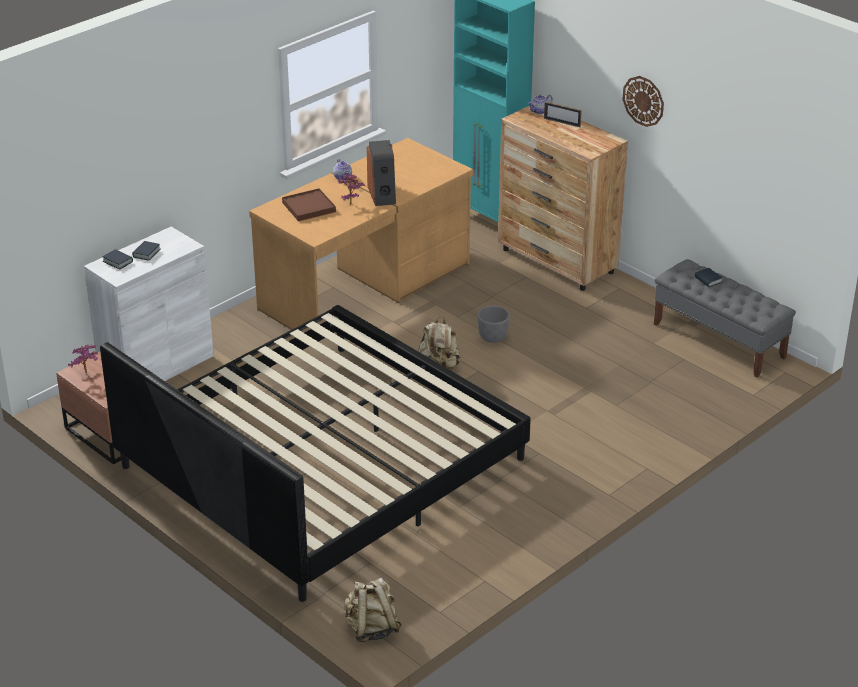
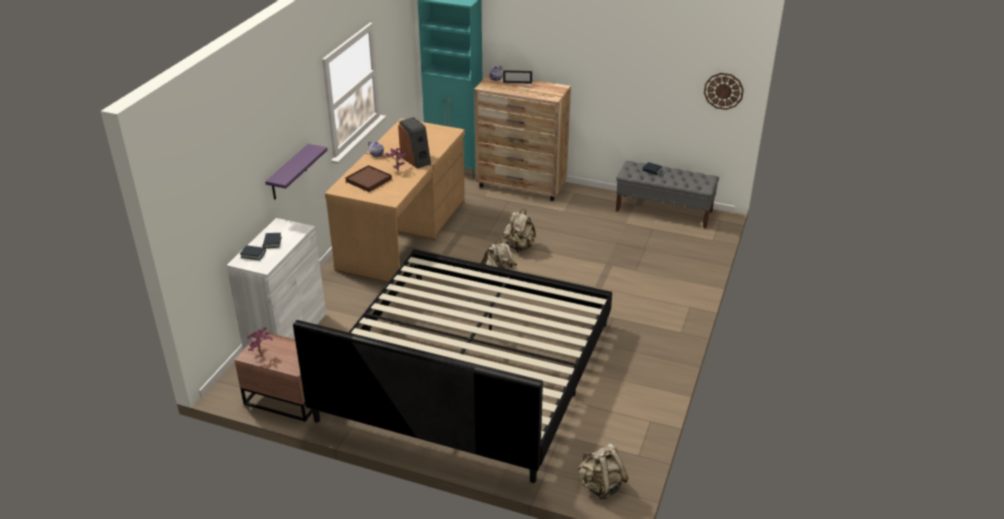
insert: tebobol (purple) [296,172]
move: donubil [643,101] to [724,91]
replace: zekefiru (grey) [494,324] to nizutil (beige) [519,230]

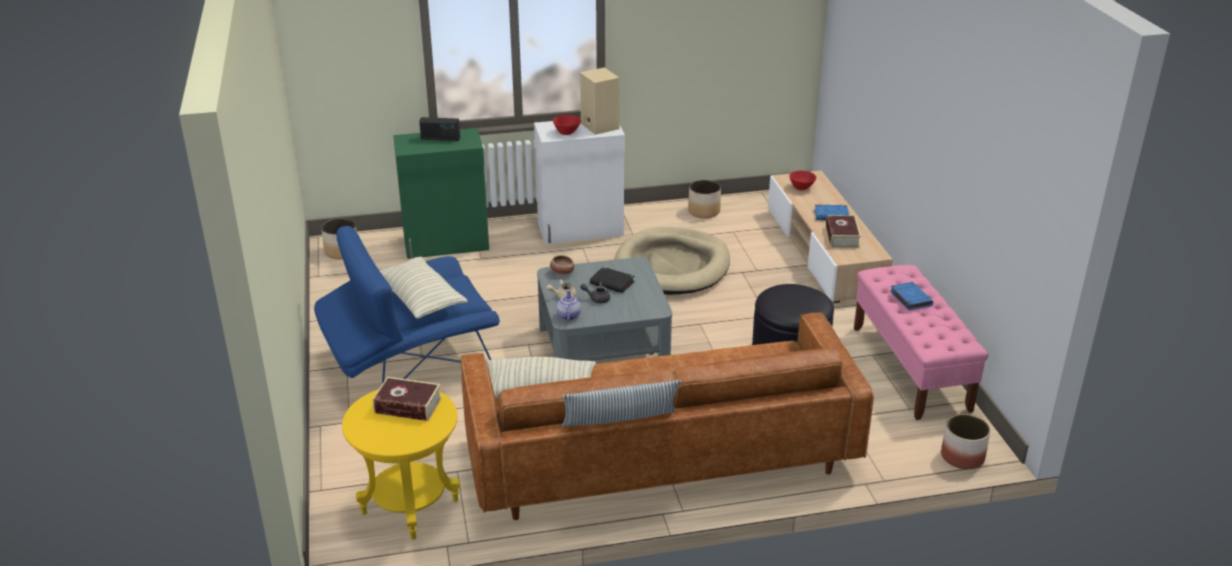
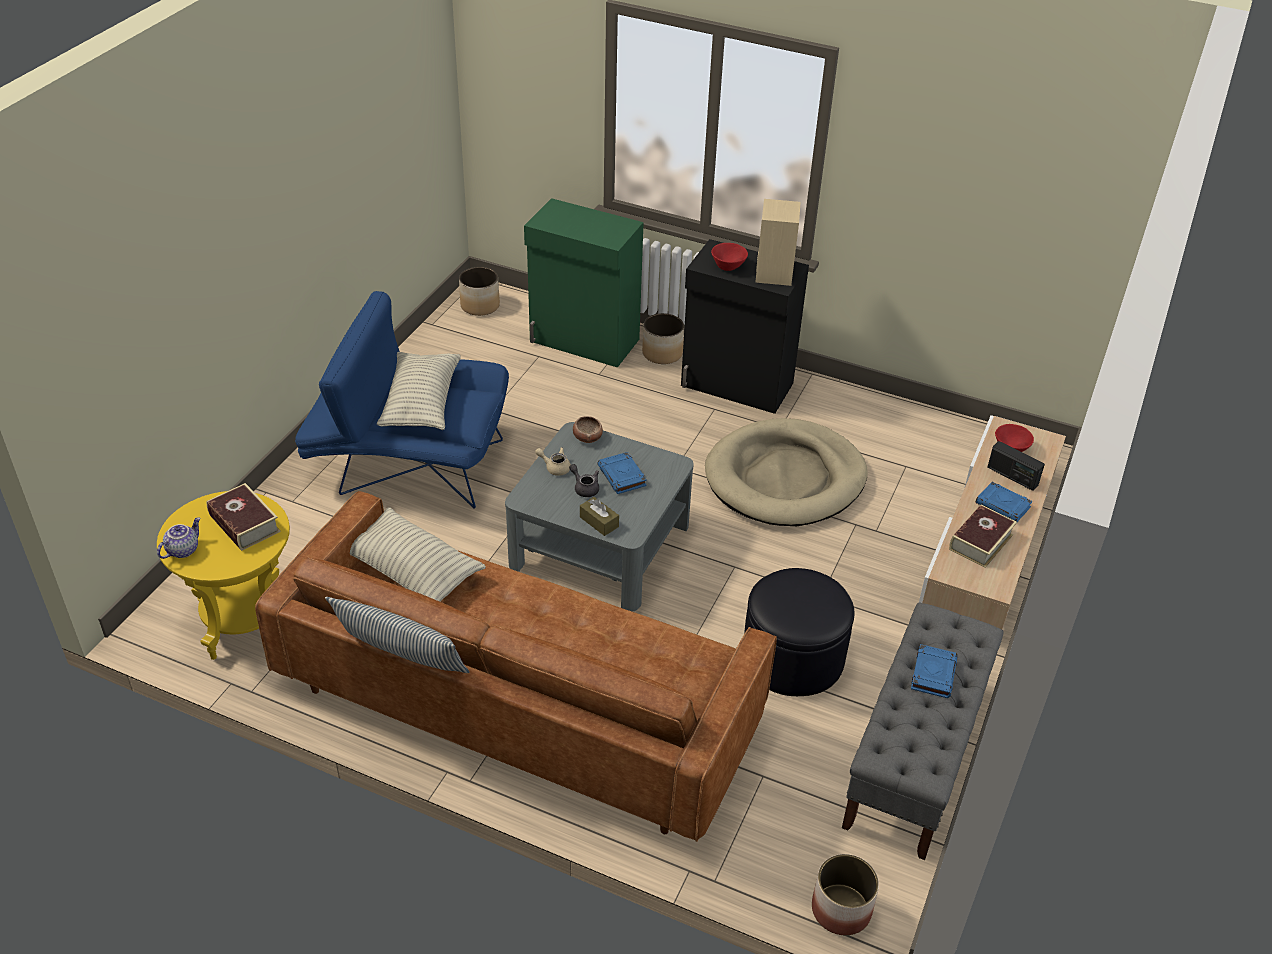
insert: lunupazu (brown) [599,516]
move: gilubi [439,129] to [1016,466]; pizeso [568,305] to [179,538]; zekefiru [704,199] to [663,338]
recolor: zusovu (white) [579,182] to zusovu (black) [745,326]; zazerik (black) [612,280] to zazerik (blue) [622,473]; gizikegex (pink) [921,342] to gizikegex (grey) [923,731]

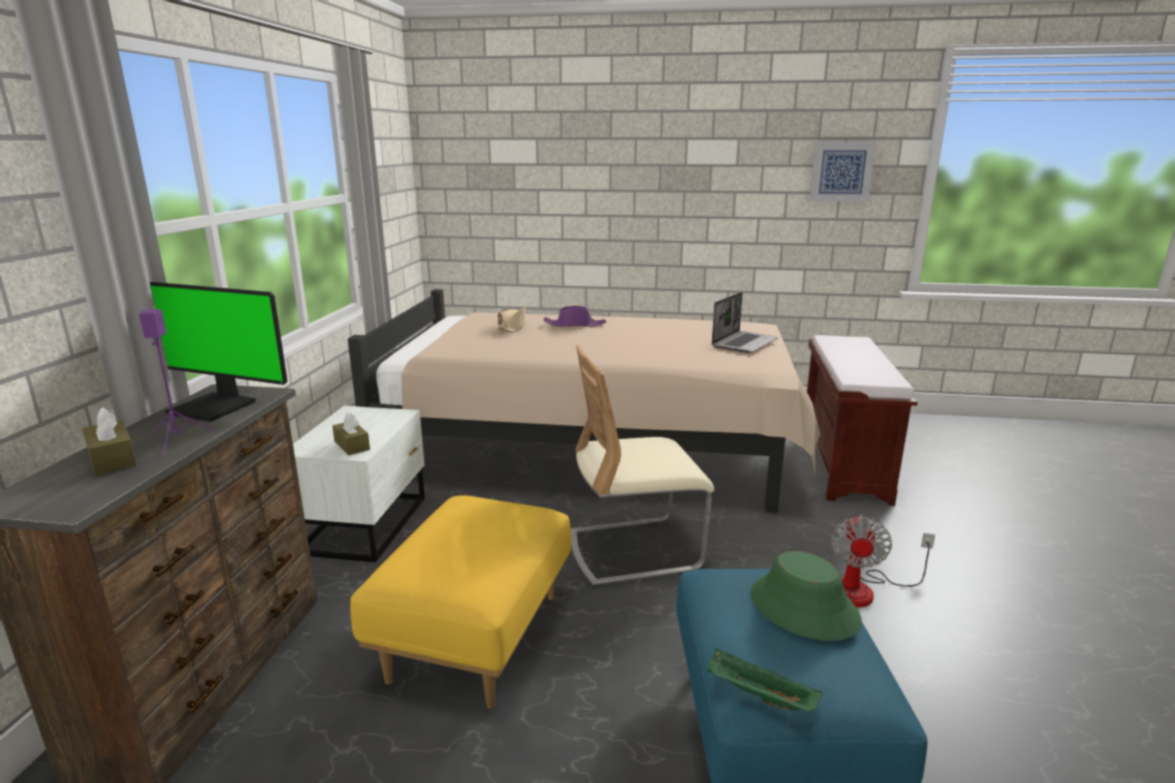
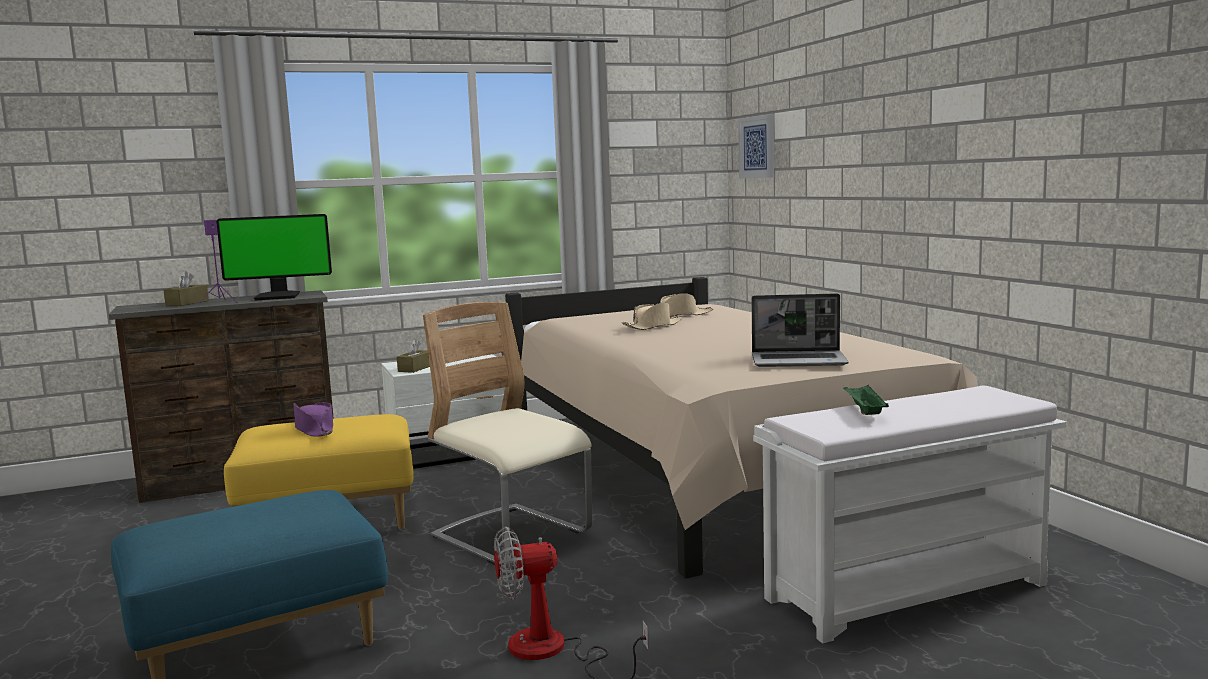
delete: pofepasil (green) [806,596]
insert: pofepasil (beige) [652,316]
move: pofepasil (purple) [575,316] to [313,419]; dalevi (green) [764,680] to [866,400]; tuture [842,172] to [756,146]
recolor: gizikegex (brown) [862,420] to gizikegex (white) [910,514]
rotate: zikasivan [219,352] = [274,257] 90 degrees counterclockwise

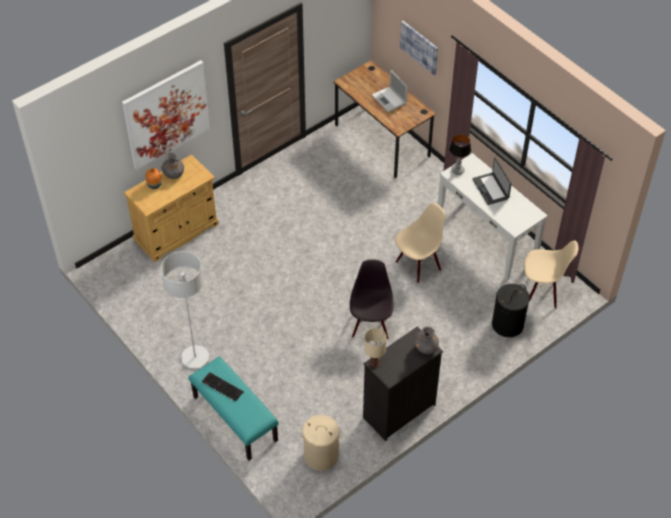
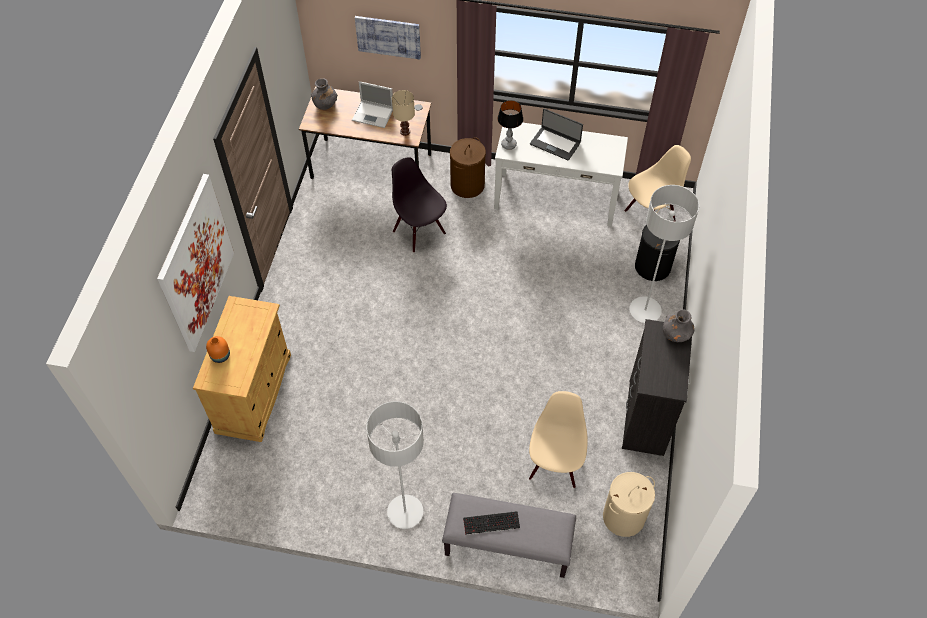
insert: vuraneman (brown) [468,167]; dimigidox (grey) [664,254]
move: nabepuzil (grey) [172,165] to [324,94]; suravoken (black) [371,299] to [419,205]; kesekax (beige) [376,348] to [403,113]; suravoken (beige) [420,243] to [558,439]
recolor: gizikegex (turquoise) [234,408] to gizikegex (grey) [509,535]

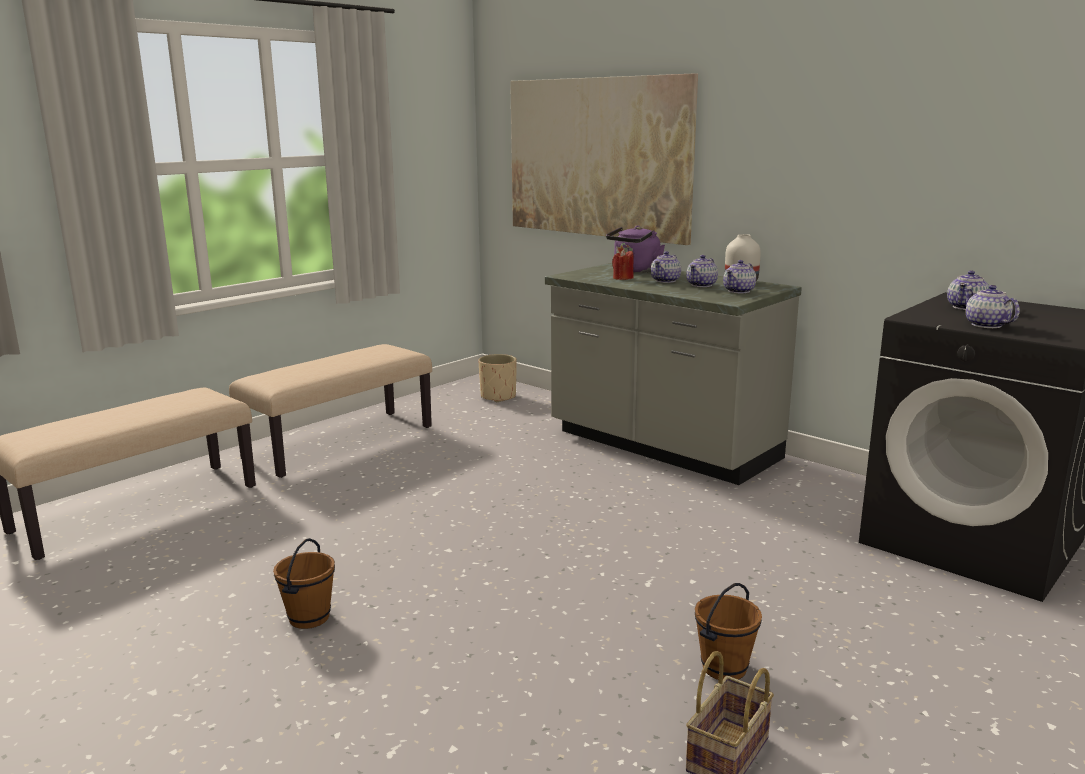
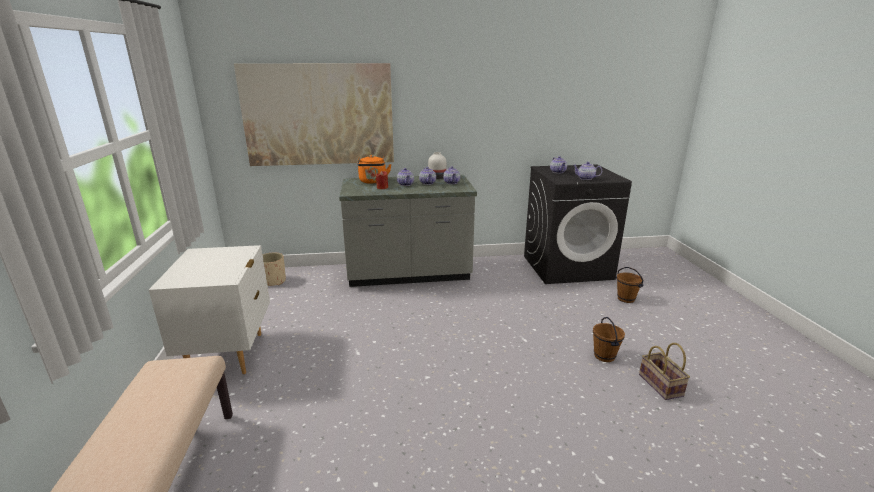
move: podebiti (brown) [304,583] to [630,285]
replace: gizikegex (beige) [330,411] to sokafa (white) [209,309]
recolor: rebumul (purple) [635,249] to rebumul (orange) [375,169]

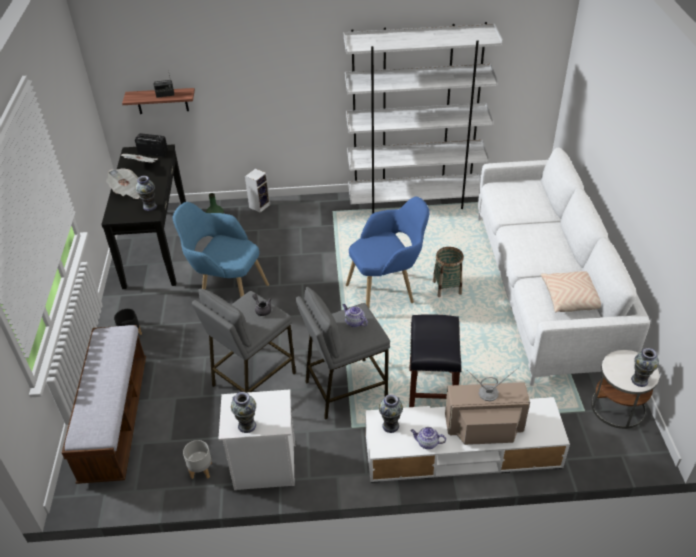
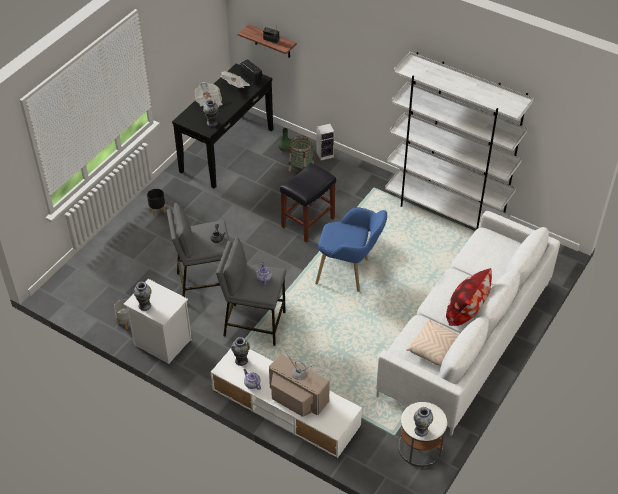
delete: gizikegex [104,404]; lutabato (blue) [221,253]
insert: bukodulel [469,297]
move: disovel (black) [435,360] to [308,203]; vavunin [448,272] to [301,154]

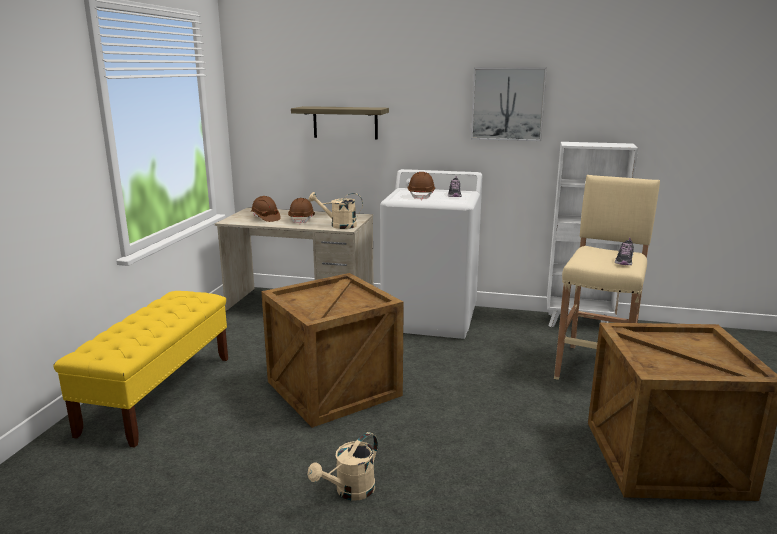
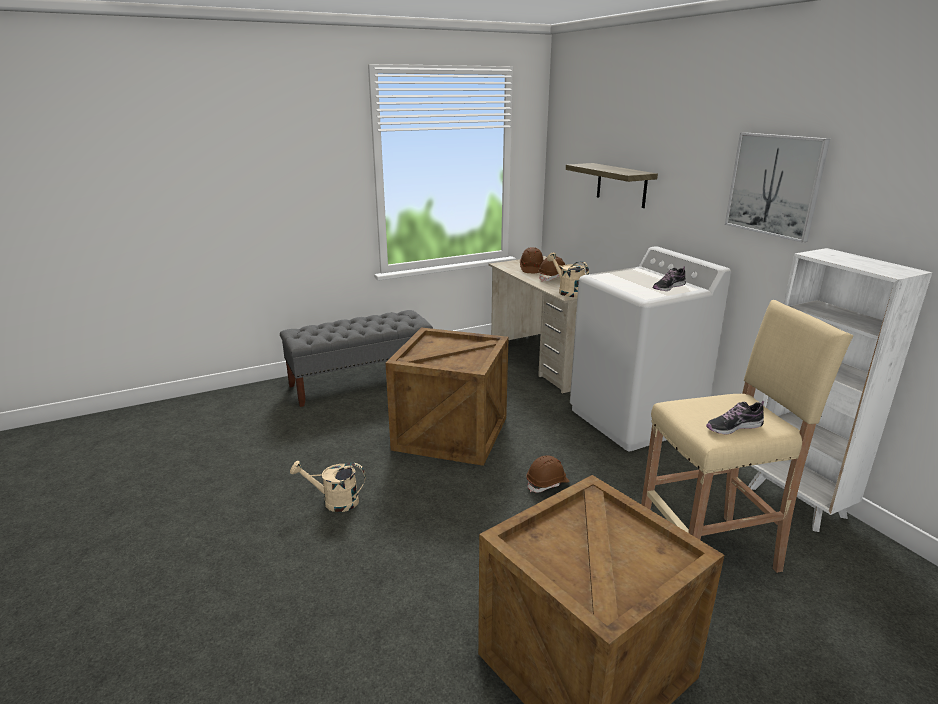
move: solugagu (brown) [422,186] to [548,474]
recolor: gizikegex (yellow) [141,369] to gizikegex (grey) [356,358]

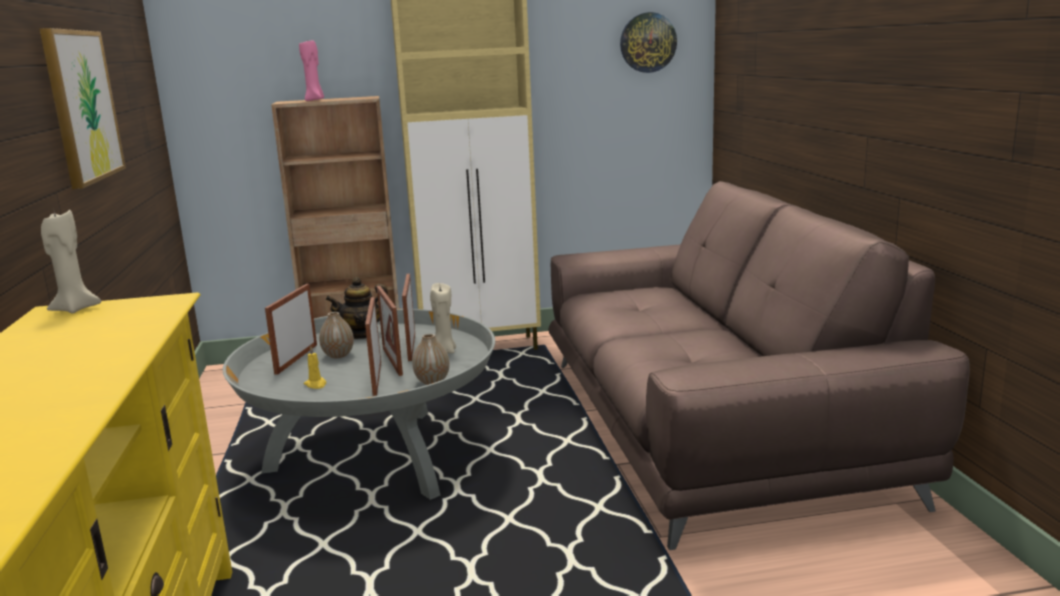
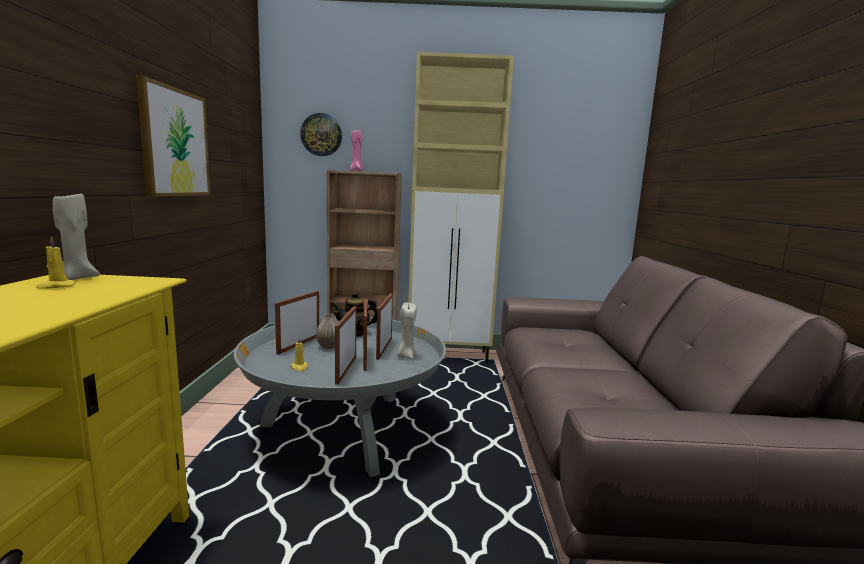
delete: nabepuzil [431,359]
insert: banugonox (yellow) [55,263]
move: donubil [648,42] to [321,134]

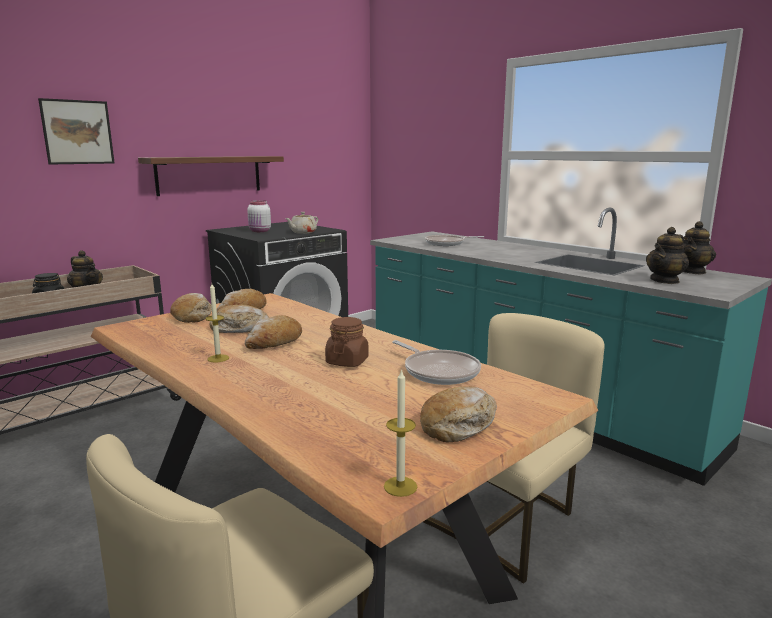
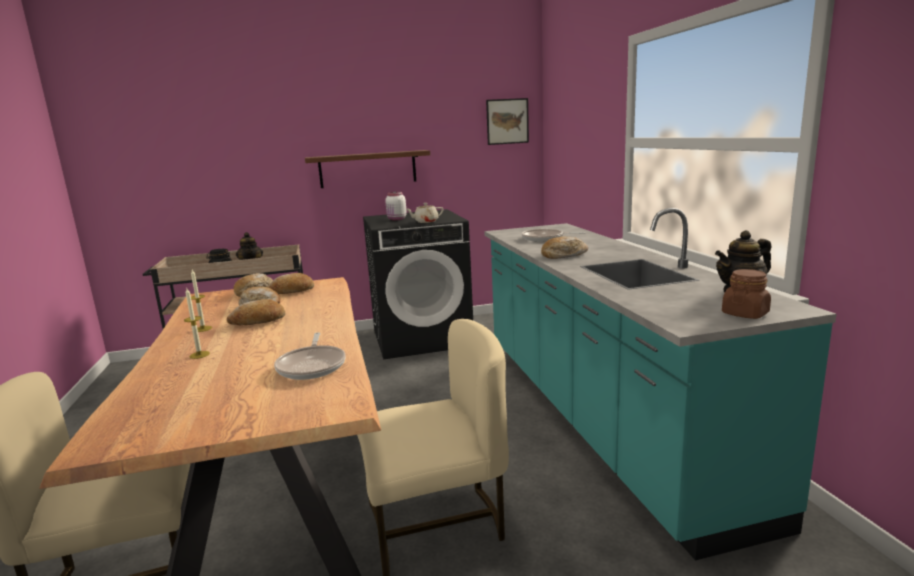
delete: pizeso [667,255]
move: tuture [76,131] to [507,121]; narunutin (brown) [347,342] to [746,294]; banugonox [400,433] to [197,323]; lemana [458,414] to [564,248]

